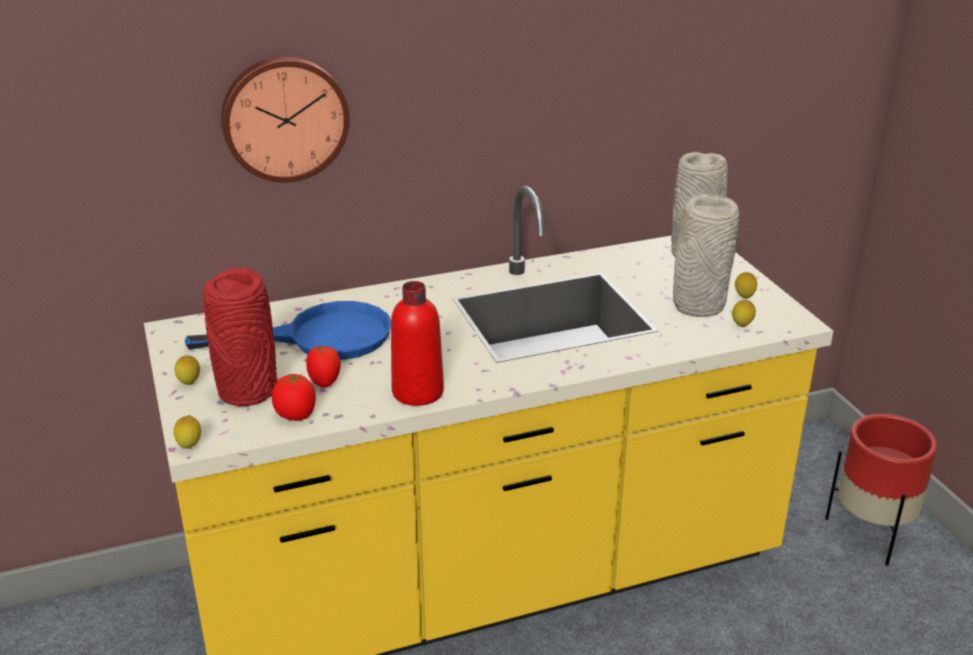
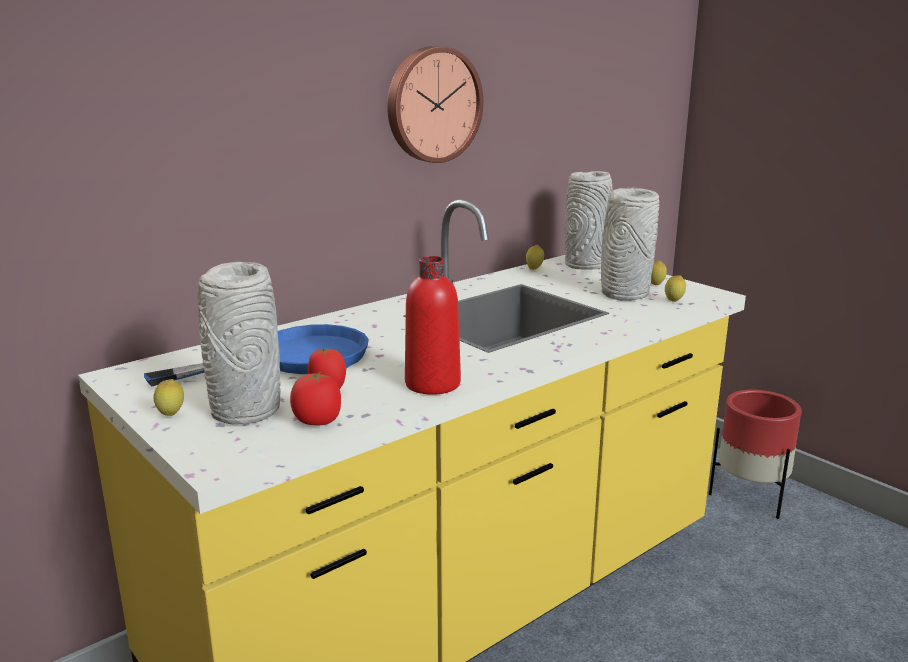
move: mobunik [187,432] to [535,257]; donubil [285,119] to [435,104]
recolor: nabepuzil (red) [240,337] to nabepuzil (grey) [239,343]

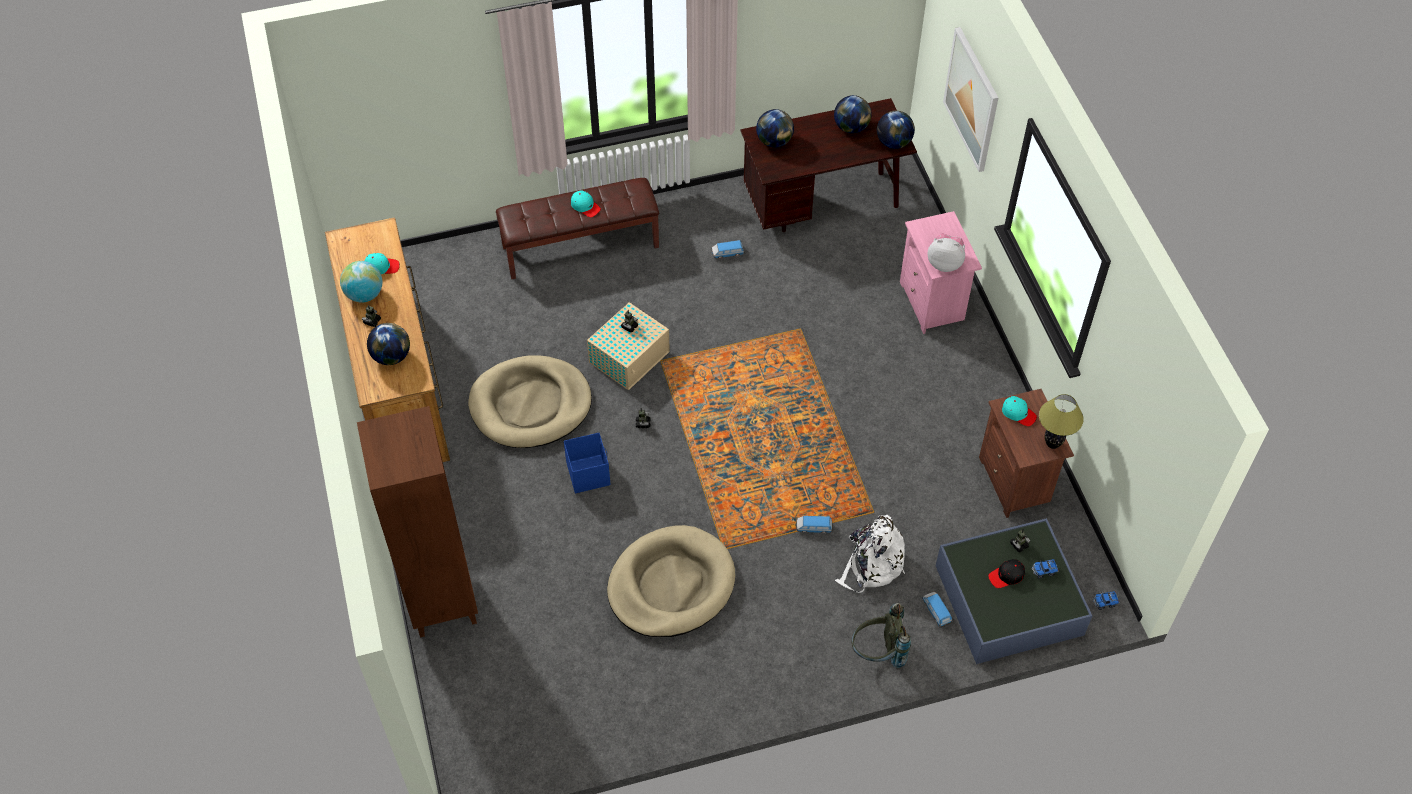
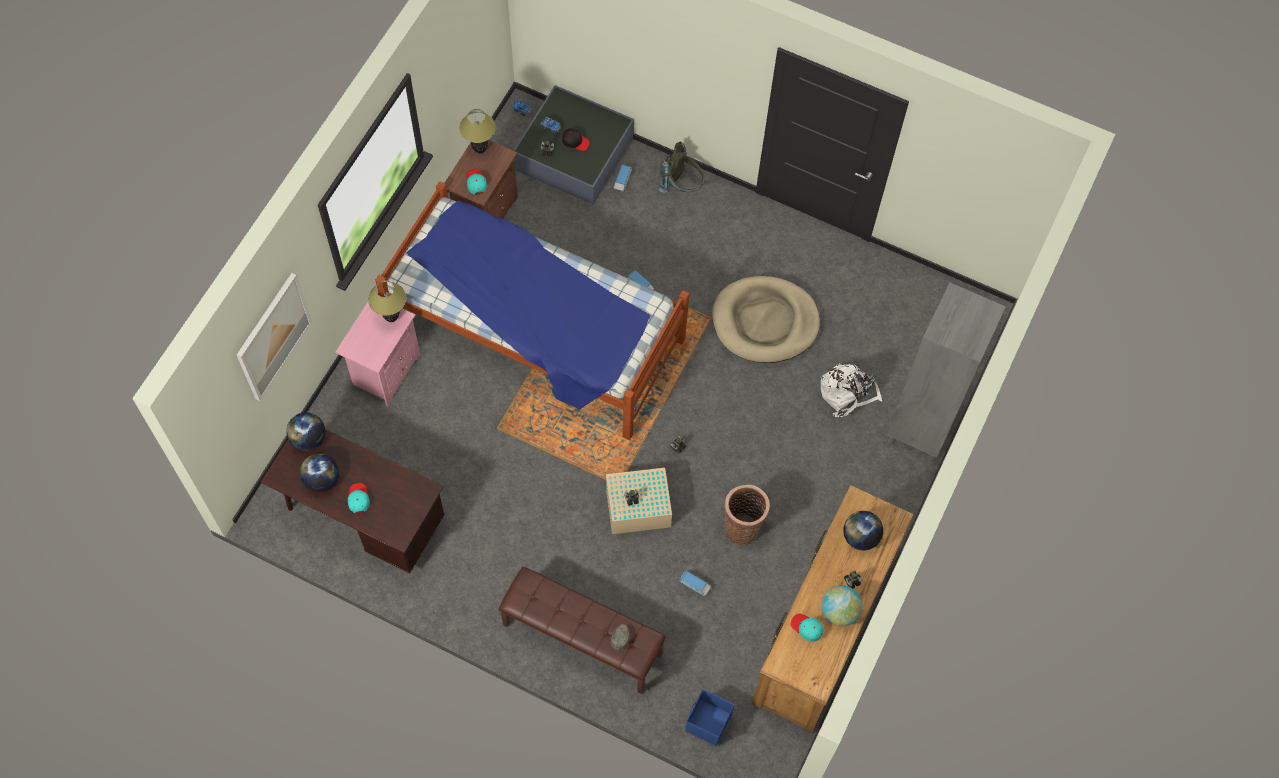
delete: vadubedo [775,128]
insert: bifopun [532,311]; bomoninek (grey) [620,637]
move: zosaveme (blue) [587,463] to [709,717]; bomoninek (turquoise) [586,203] to [359,498]; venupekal [728,249] to [695,584]; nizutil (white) [870,554] to [851,390]
replace: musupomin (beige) [530,401] to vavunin [747,515]; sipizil [946,253] to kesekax [387,301]
recolor: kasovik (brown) [417,522] to kasovik (grey) [946,372]

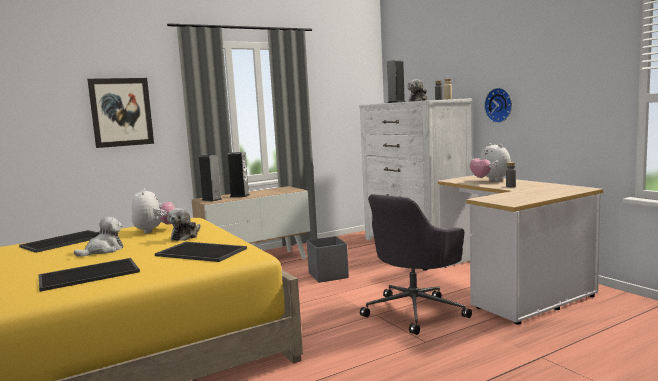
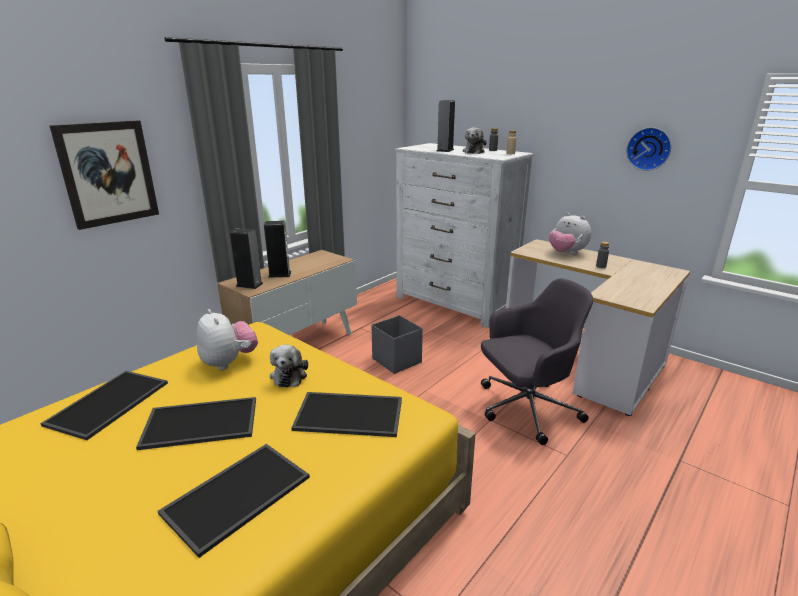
move: donubil [498,105] to [648,149]
replace: sipizil [98,237] to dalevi [196,423]
rotate: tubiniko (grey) [416,264] = [537,361] 135 degrees counterclockwise

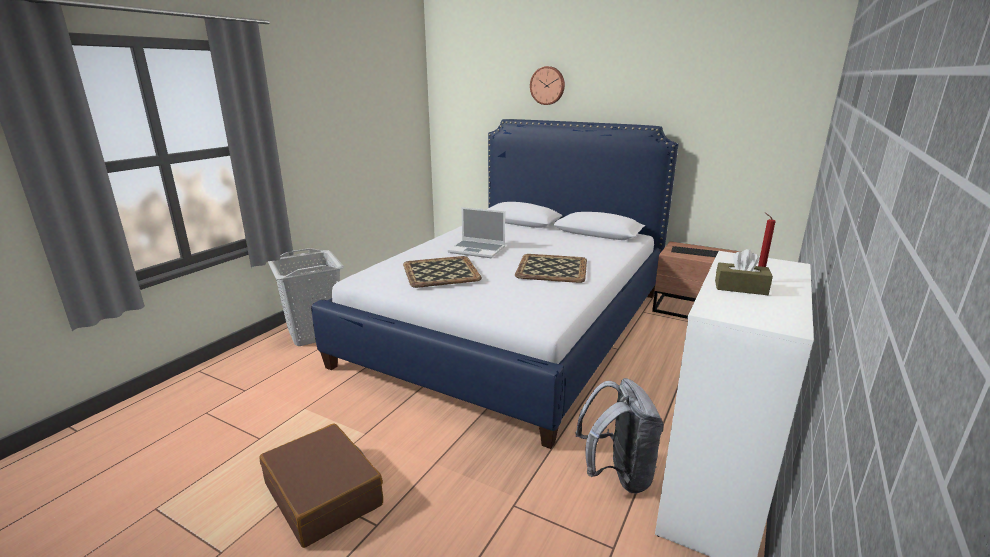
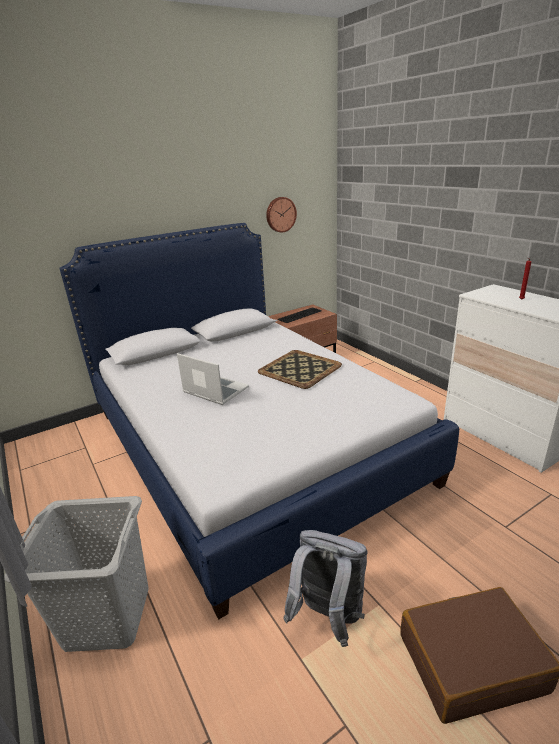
delete: dalevi [442,272]; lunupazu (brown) [744,272]
move: donubil [547,85] to [281,215]; nizutil (grey) [619,435] to [325,588]
rotate: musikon [476,232] = [213,379] 105 degrees counterclockwise

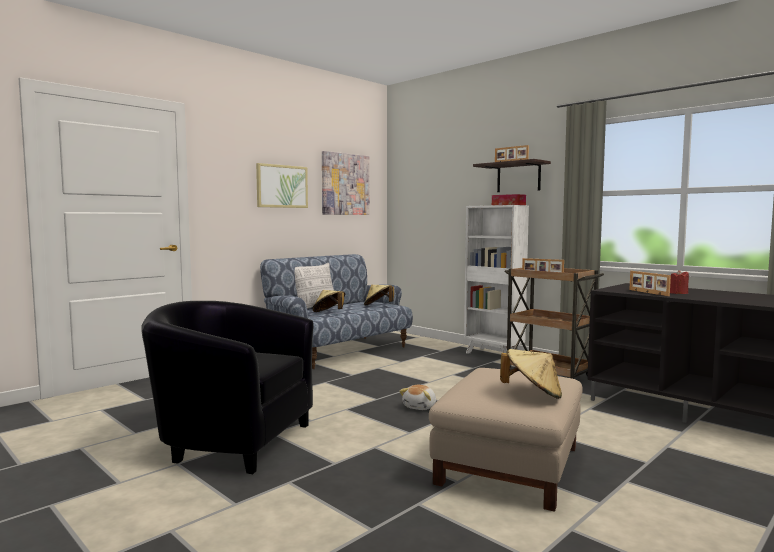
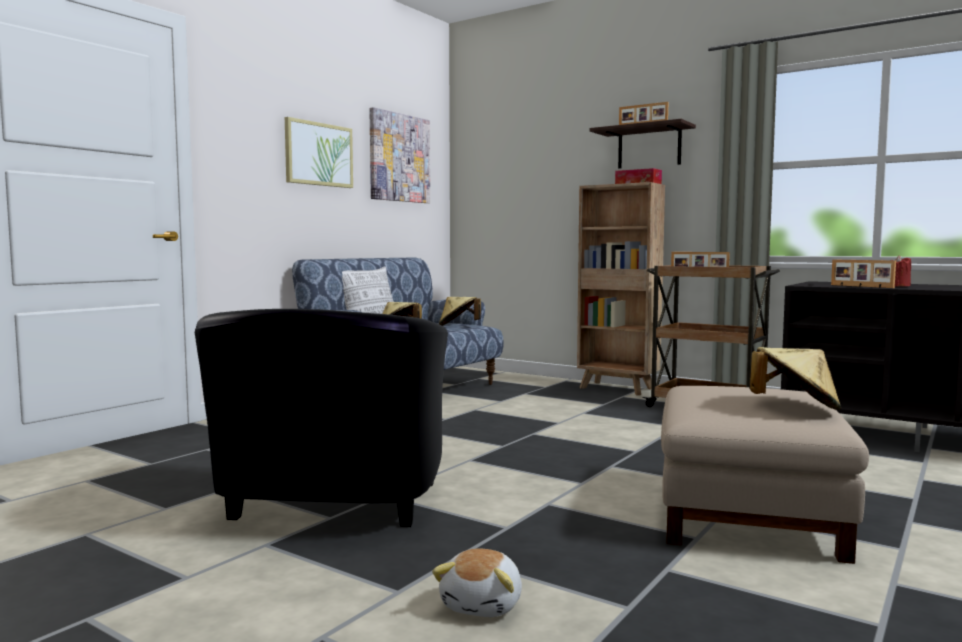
move: sipizil [417,397] to [477,582]
recolor: kasovik (white) [496,279] to kasovik (brown) [621,289]
rotate: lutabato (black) [227,387] = [321,418] 90 degrees counterclockwise

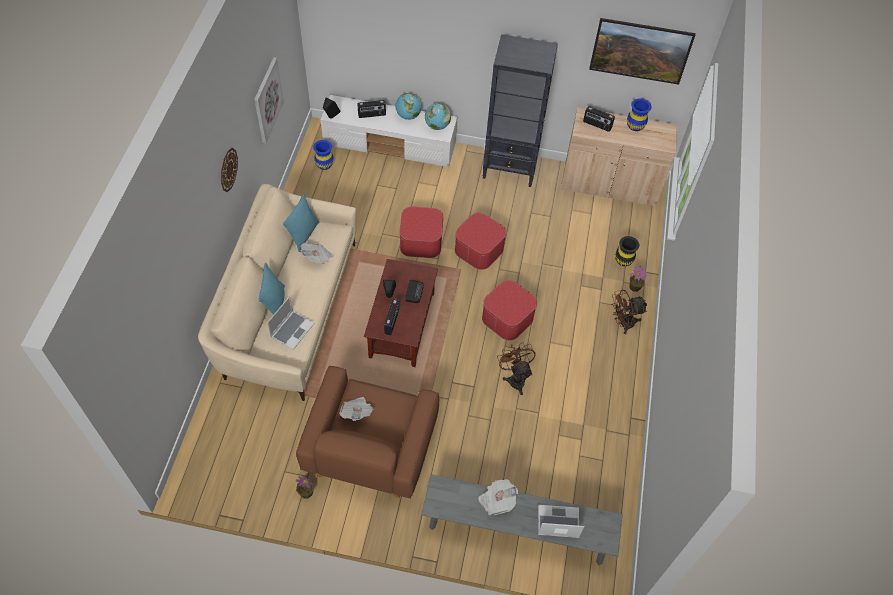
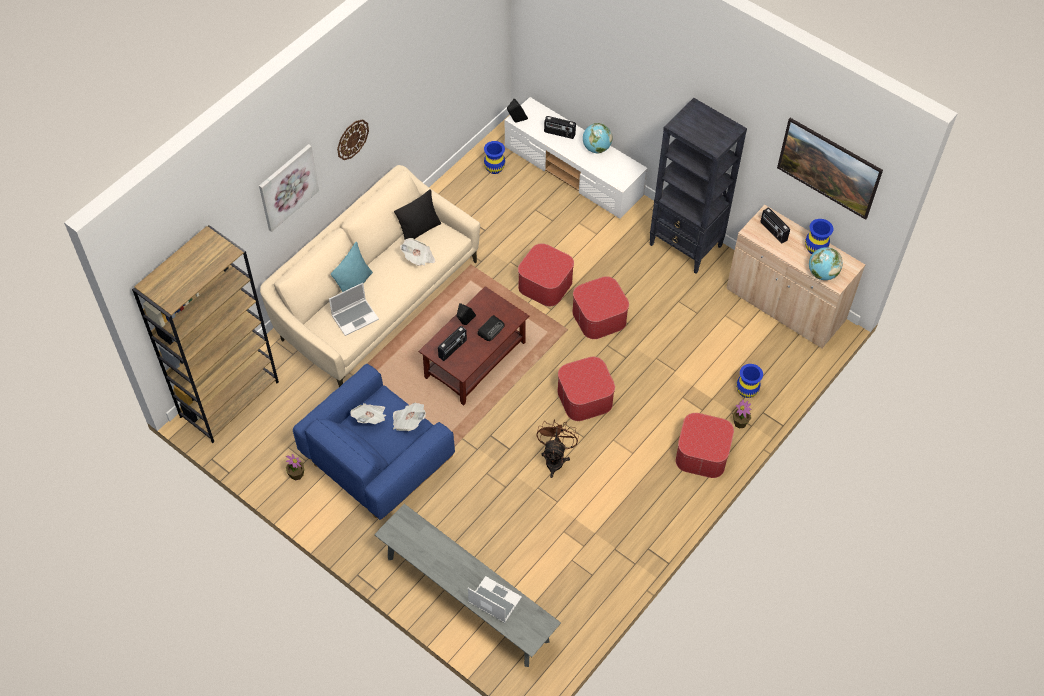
insert: kasovik (brown) [205,334]
move: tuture [269,100] to [289,188]; vadubedo [438,116] to [826,263]; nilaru [498,497] to [409,417]
replace: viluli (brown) [629,312] to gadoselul [704,445]
recolor: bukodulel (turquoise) [301,223] to bukodulel (black) [417,214]; lutabato (brown) [367,432] to lutabato (blue) [374,442]; nabepuzil (black) [627,251] to nabepuzil (blue) [749,381]

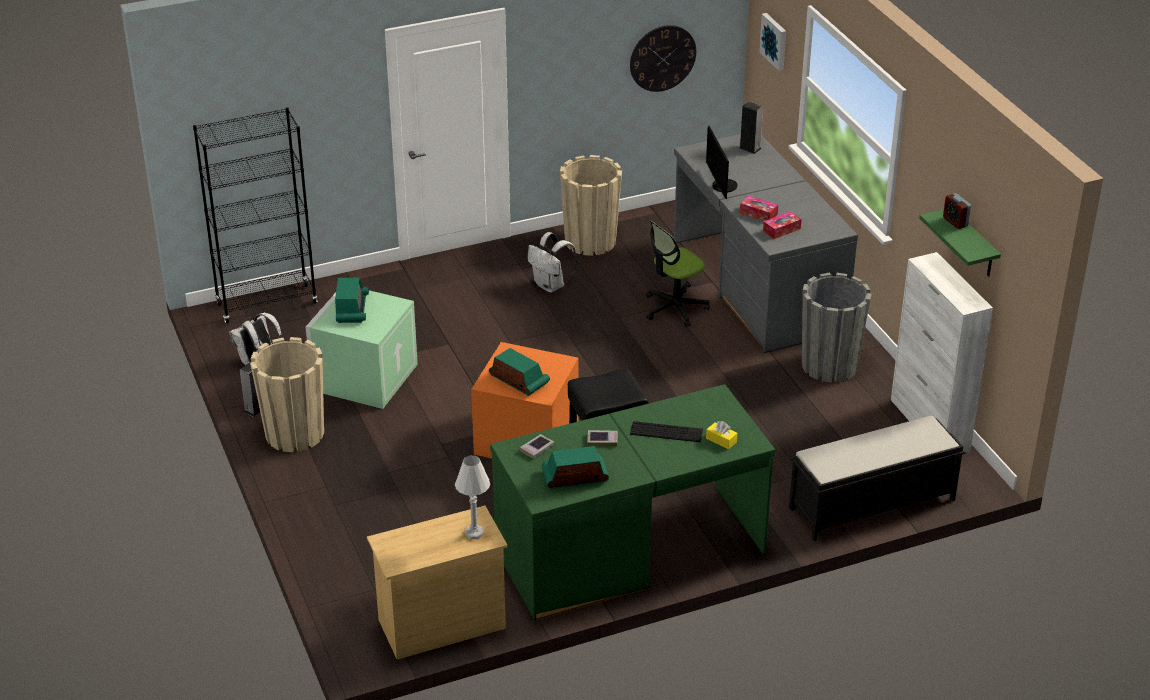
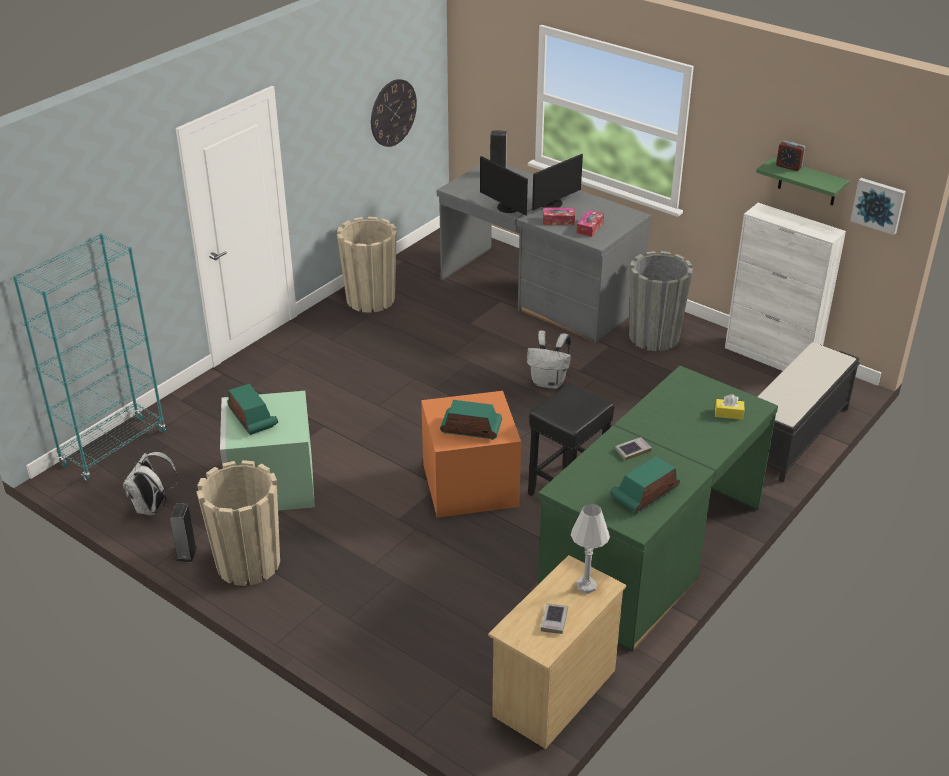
delete: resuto [666,431]; tubiniko [678,273]
insert: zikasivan [557,182]
move: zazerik [537,446] to [554,618]; nizutil (white) [552,262] to [549,359]; tuture [772,42] to [878,206]
recolor: kasovik (black) [255,215] to kasovik (turquoise) [89,357]

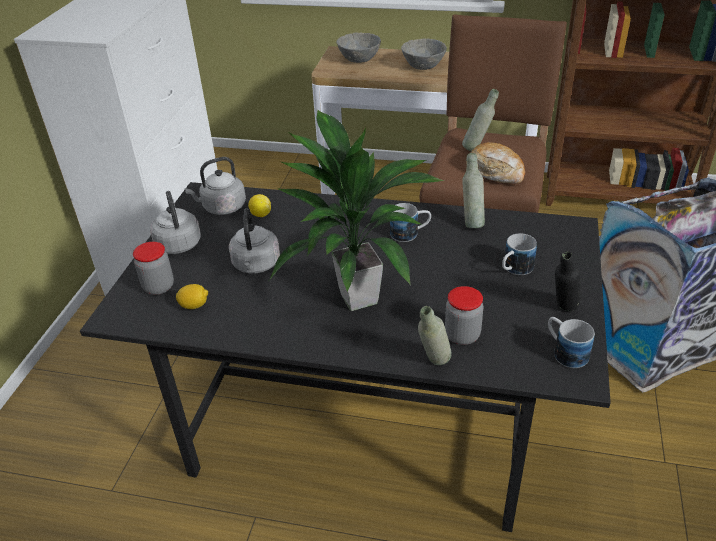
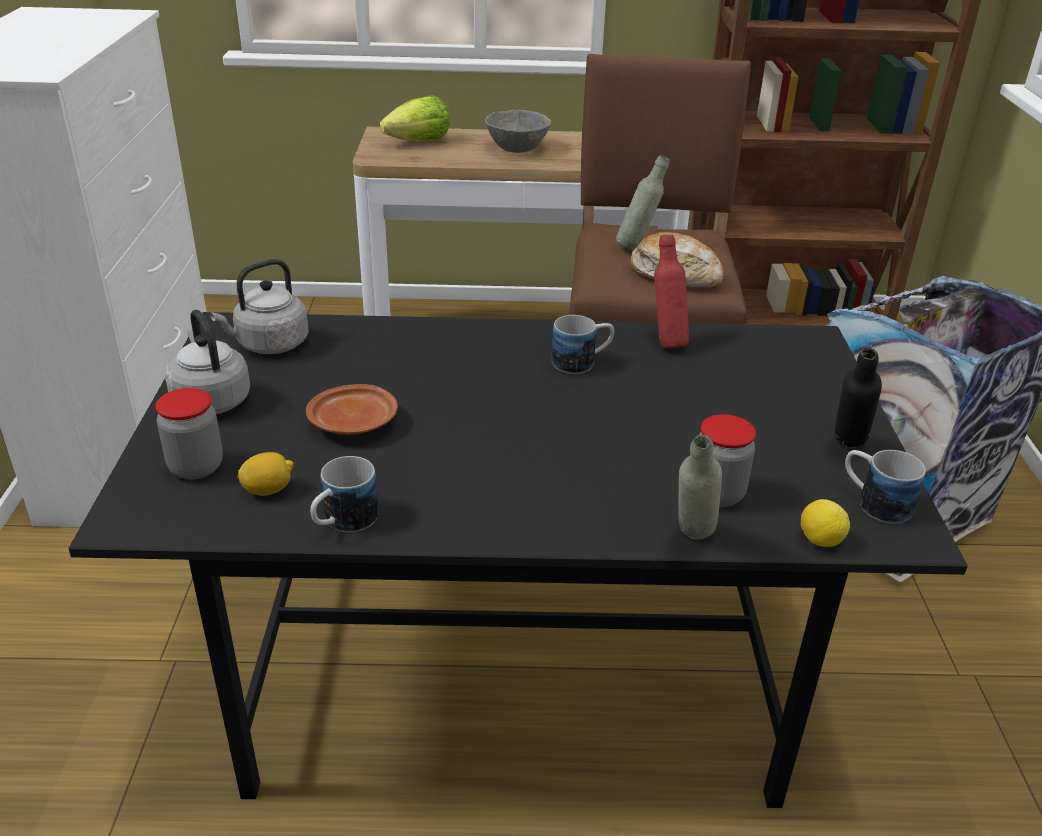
delete: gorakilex [356,210]
move: mobunik [259,205] to [825,523]; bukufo [519,254] to [344,494]
replace: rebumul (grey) [254,241] to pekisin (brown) [352,409]; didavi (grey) [358,47] to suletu [415,118]
recolor: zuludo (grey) [473,190] to zuludo (red) [671,291]

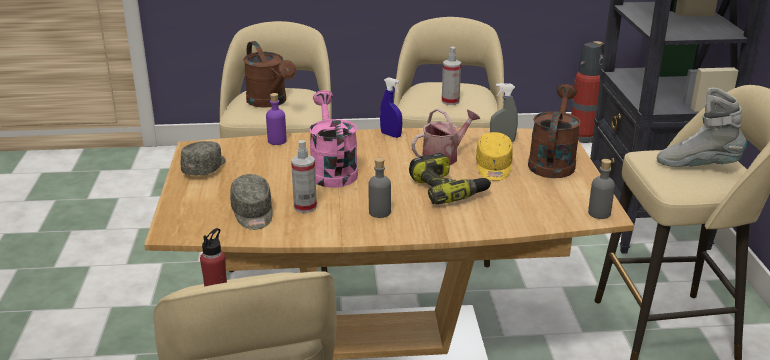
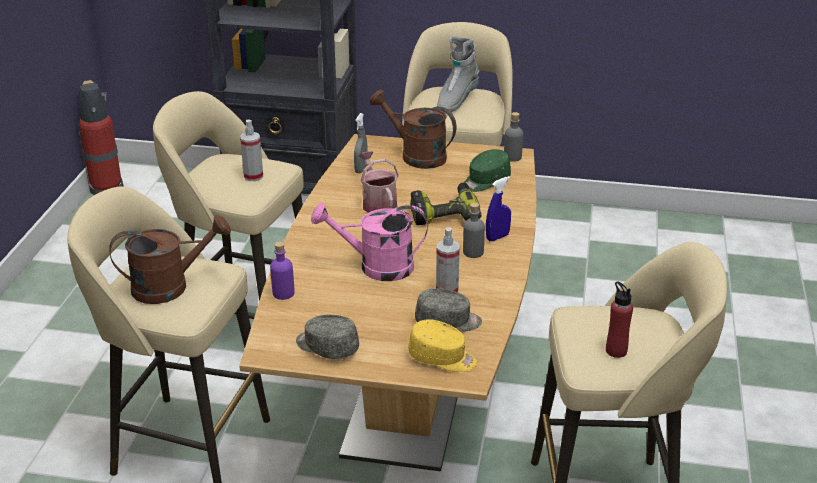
insert: bomoninek (green) [487,170]
move: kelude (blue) [391,107] to [498,208]; bomoninek (yellow) [494,156] to [442,345]

